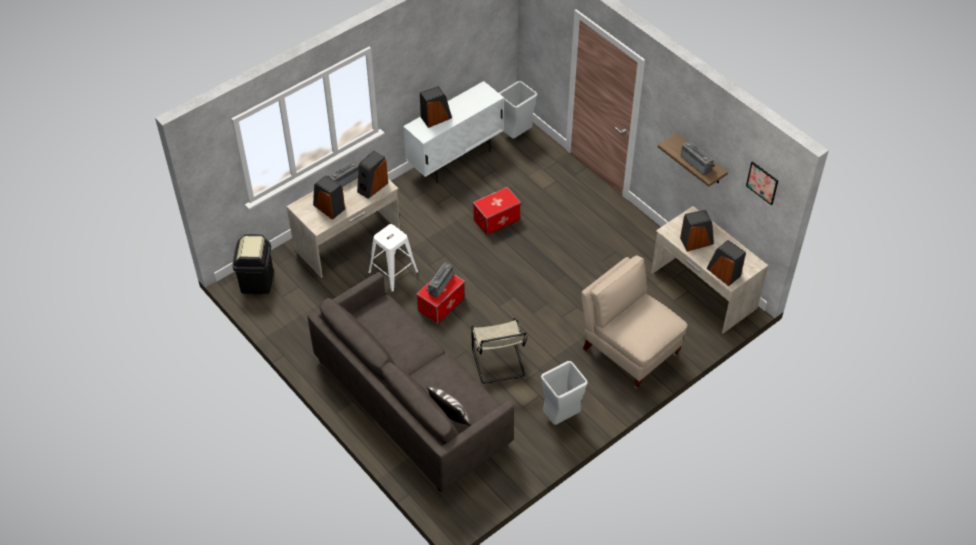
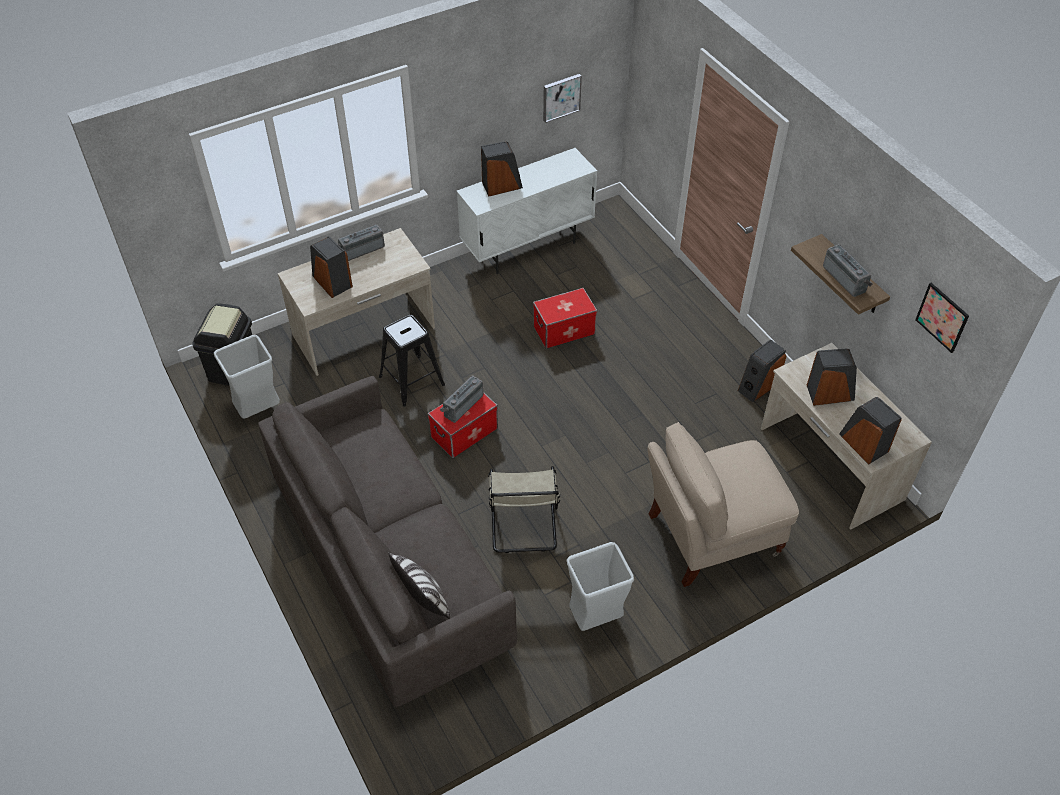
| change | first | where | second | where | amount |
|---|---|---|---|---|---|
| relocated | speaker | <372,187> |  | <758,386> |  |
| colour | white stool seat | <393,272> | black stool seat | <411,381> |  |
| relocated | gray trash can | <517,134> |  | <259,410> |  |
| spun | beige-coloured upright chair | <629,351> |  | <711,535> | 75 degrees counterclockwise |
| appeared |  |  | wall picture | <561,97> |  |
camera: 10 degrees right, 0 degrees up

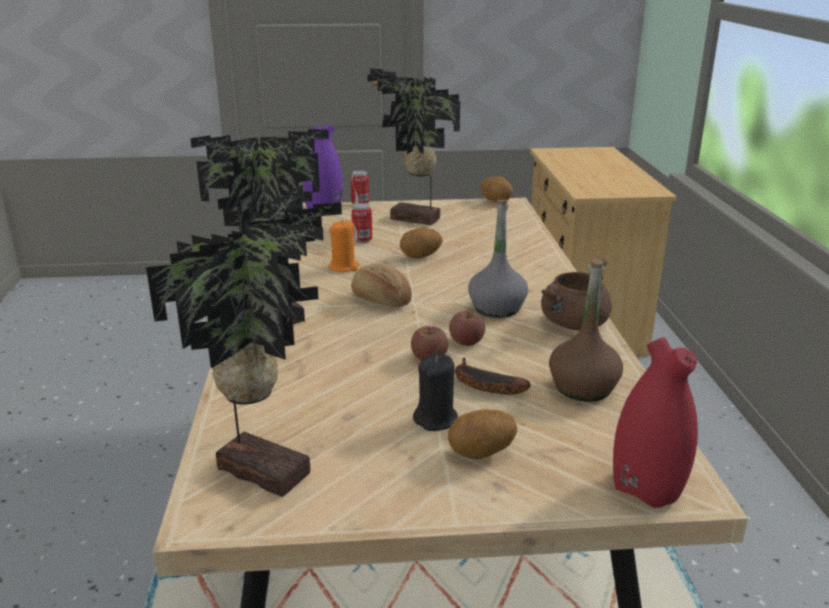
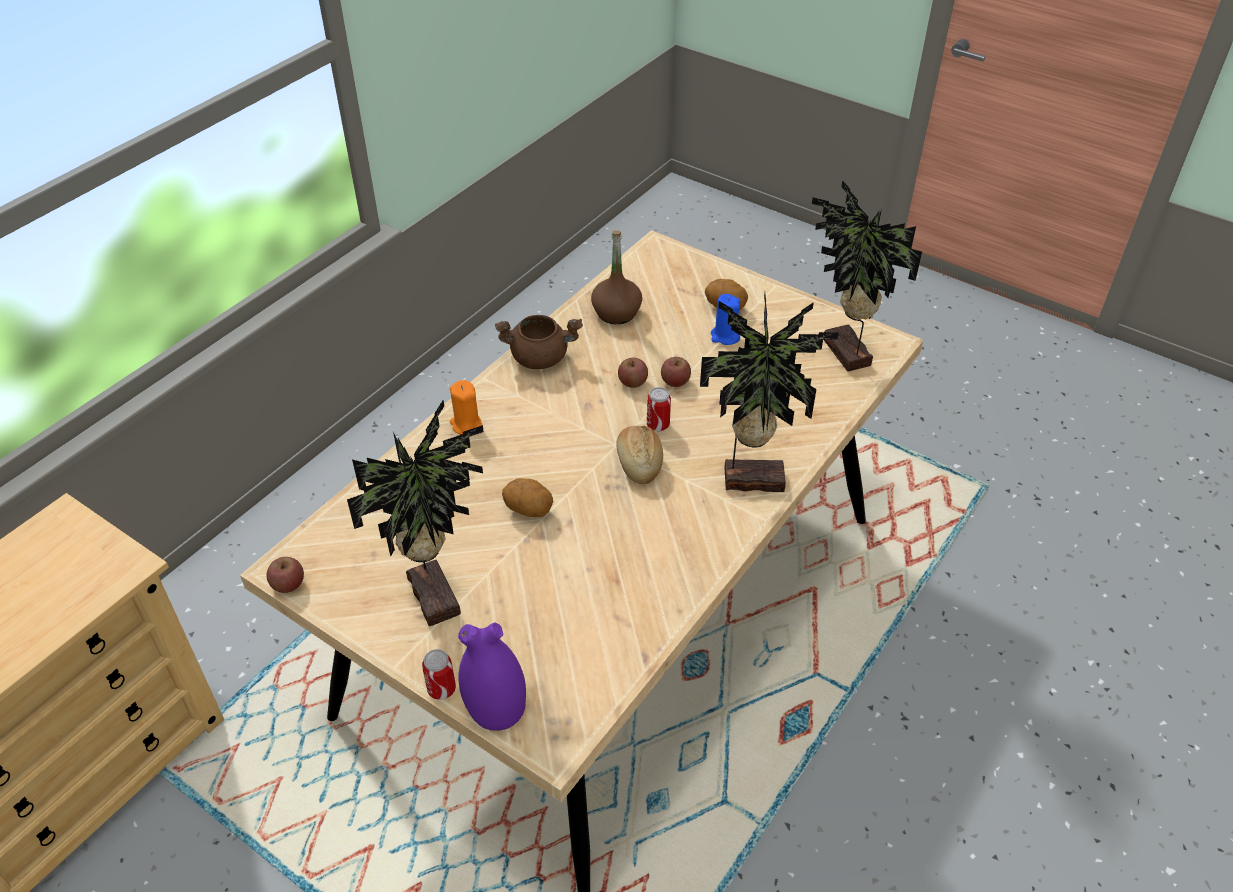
| change | first | where | second | where | amount |
|---|---|---|---|---|---|
| relocated | orangey wax light | <344,267> |  | <466,424> |  |
| relocated | metal can | <362,240> |  | <658,425> |  |
| colour | black wax light | <436,419> | blue-coloured wax light | <725,336> |  |
| missing | whole banana | <482,385> |  |  |  |
| missing | gray drink bottle | <496,308> |  |  |  |
| exchanged | potato | <496,201> | apple | <288,584> |  |
| missing | red-coloured decorative vase | <647,489> |  |  |  |
camera: 140 degrees left, 20 degrees up

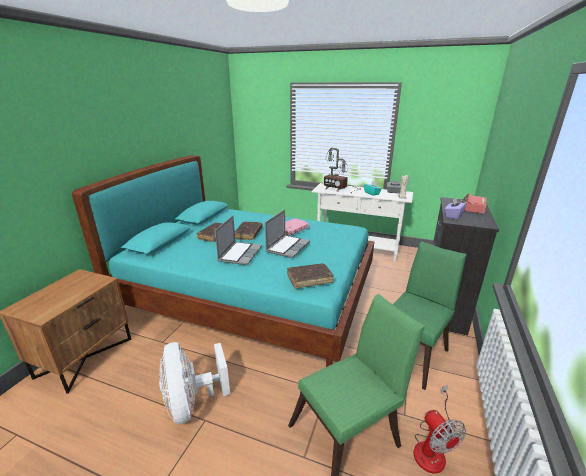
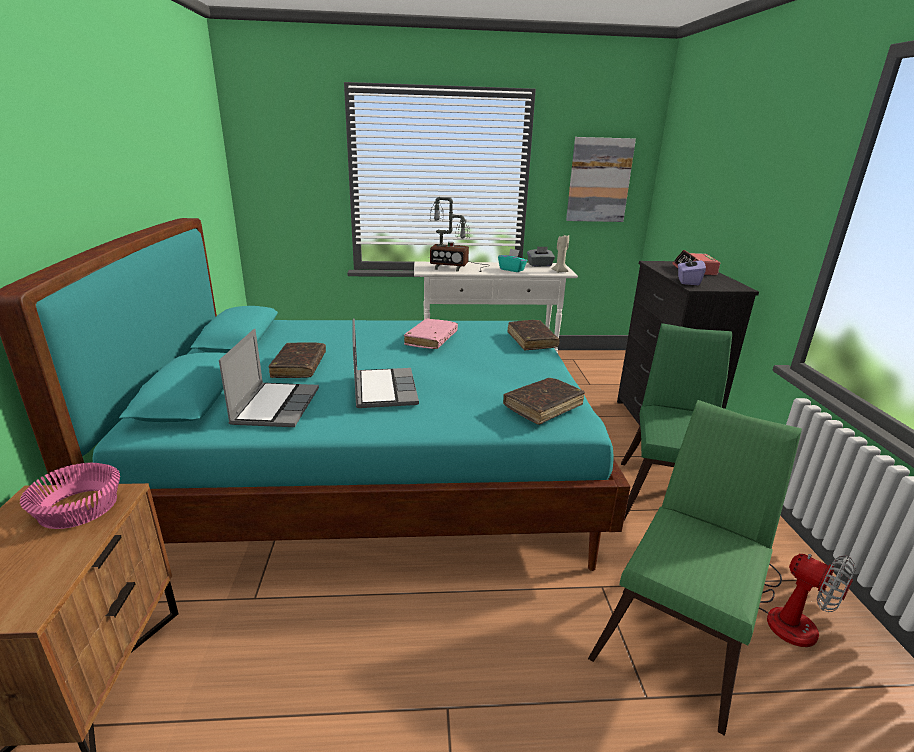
| change | first | where | second | where | amount |
|---|---|---|---|---|---|
| missing | white fan | <192,402> |  |  |  |
| relocated | brownish bound book | <248,234> |  | <531,340> |  |
| relocated | notebook computer | <287,247> |  | <275,406> |  |
| appeared |  |  | pink-coloured bowl | <77,508> |  |
| appeared |  |  | wall picture | <599,180> |  |
camera: 25 degrees left, 0 degrees up

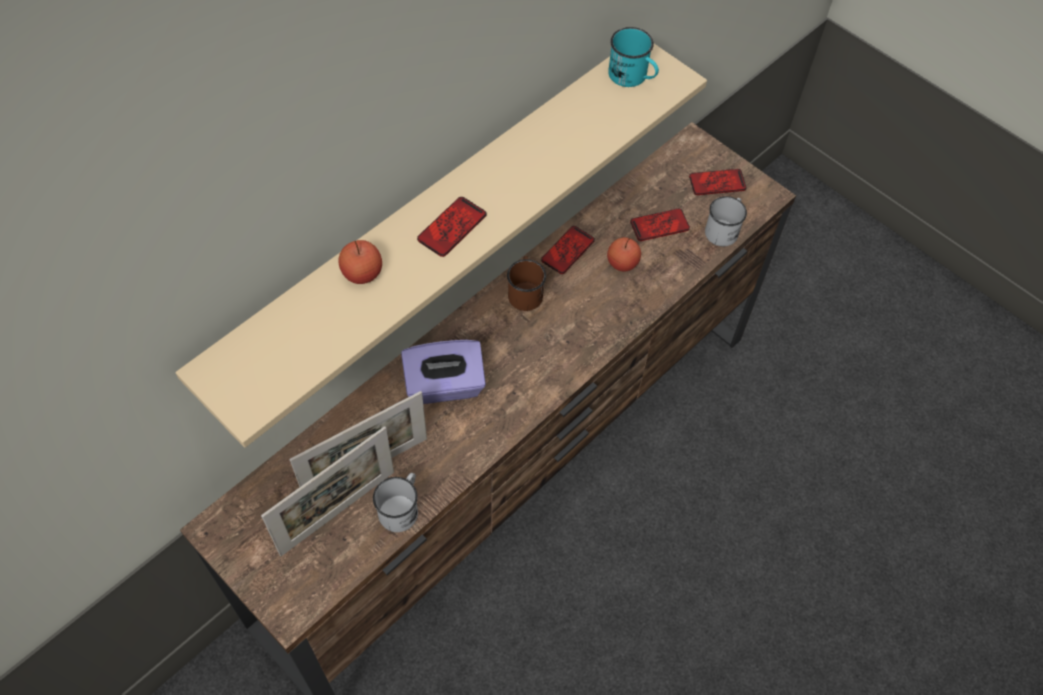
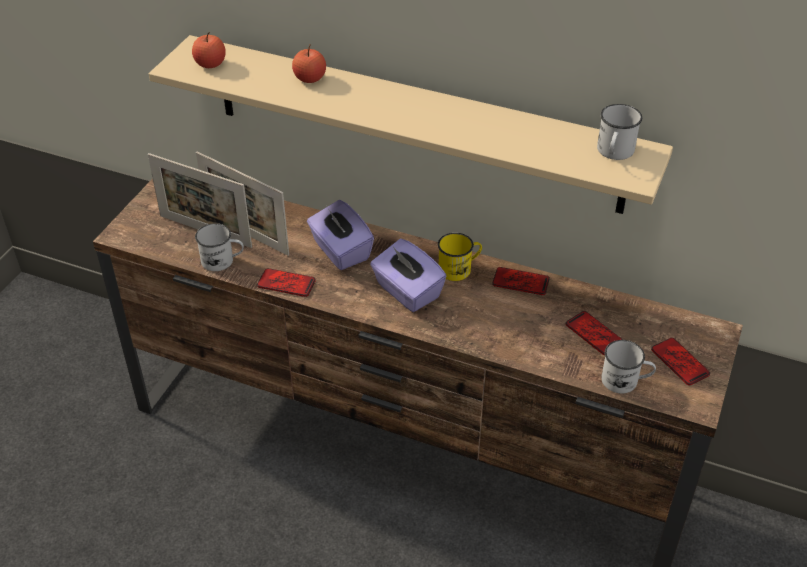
| change | first | where | second | where | amount |
|---|---|---|---|---|---|
| relocated | handset | <452,227> |  | <286,283> |  |
| colour | brownish coffee mug | <525,291> | yellowish coffee mug | <459,269> |  |
| relocated | apple | <622,263> |  | <210,64> |  |
| colour | turquoise coffee mug | <632,77> | white coffee mug | <614,153> |  |
| appeared |  |  | purple tissue holder | <407,291> |  |
camera: 70 degrees right, 15 degrees down

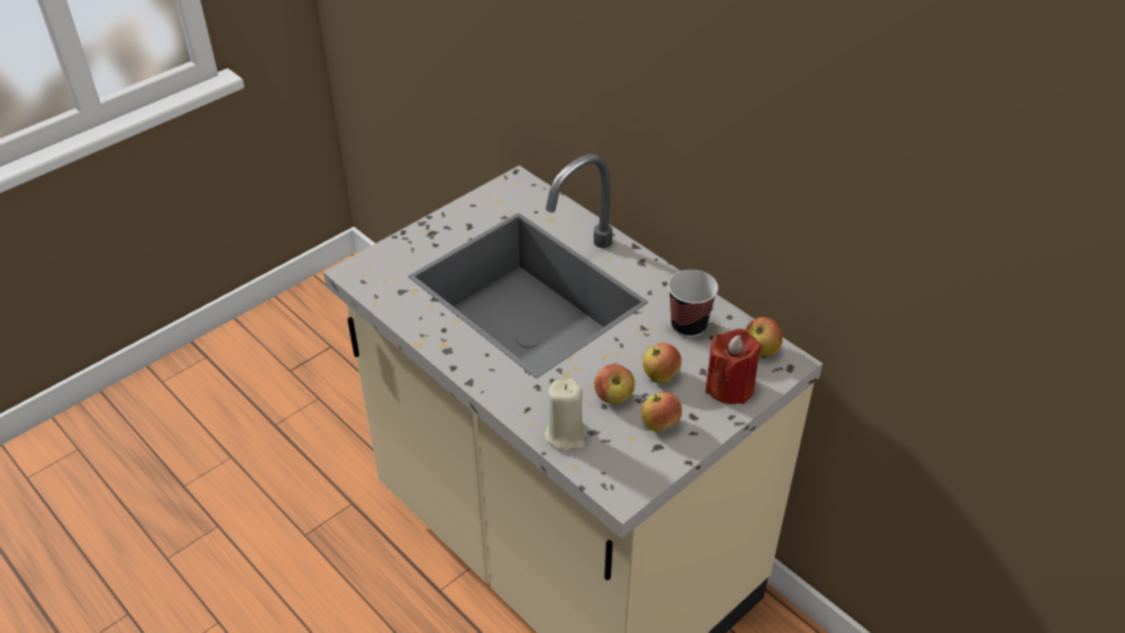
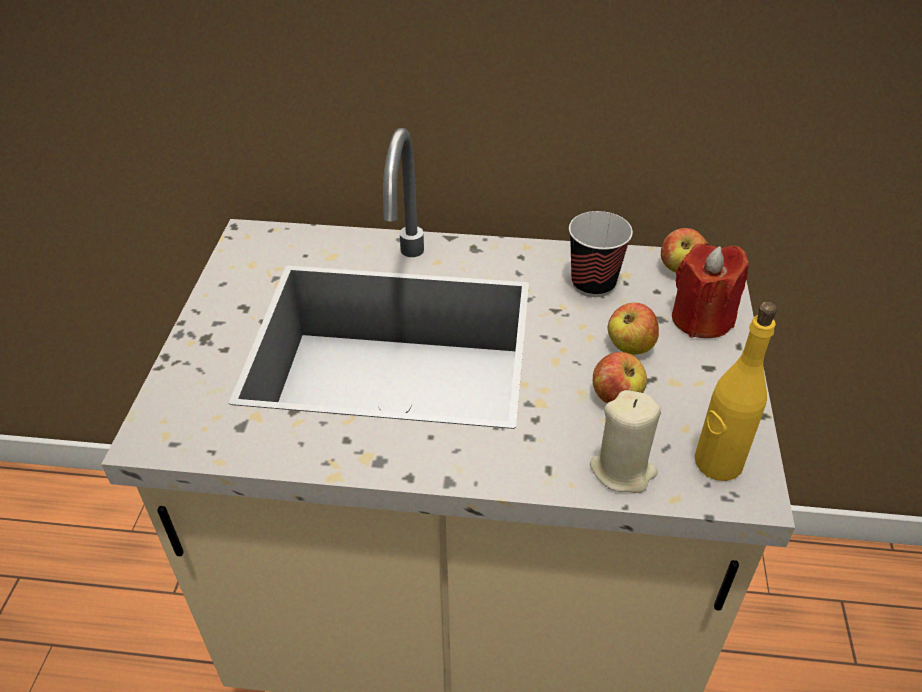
| change | first | where | second | where | amount |
|---|---|---|---|---|---|
| missing | apple | <660,424> |  |  |  |
| appeared |  |  | yellowish drink bottle | <717,463> |  |
camera: 40 degrees left, 0 degrees up

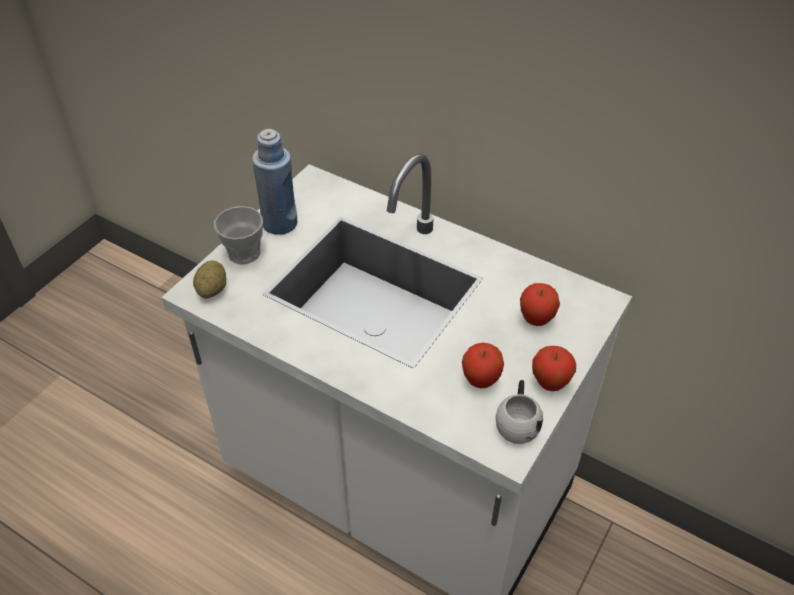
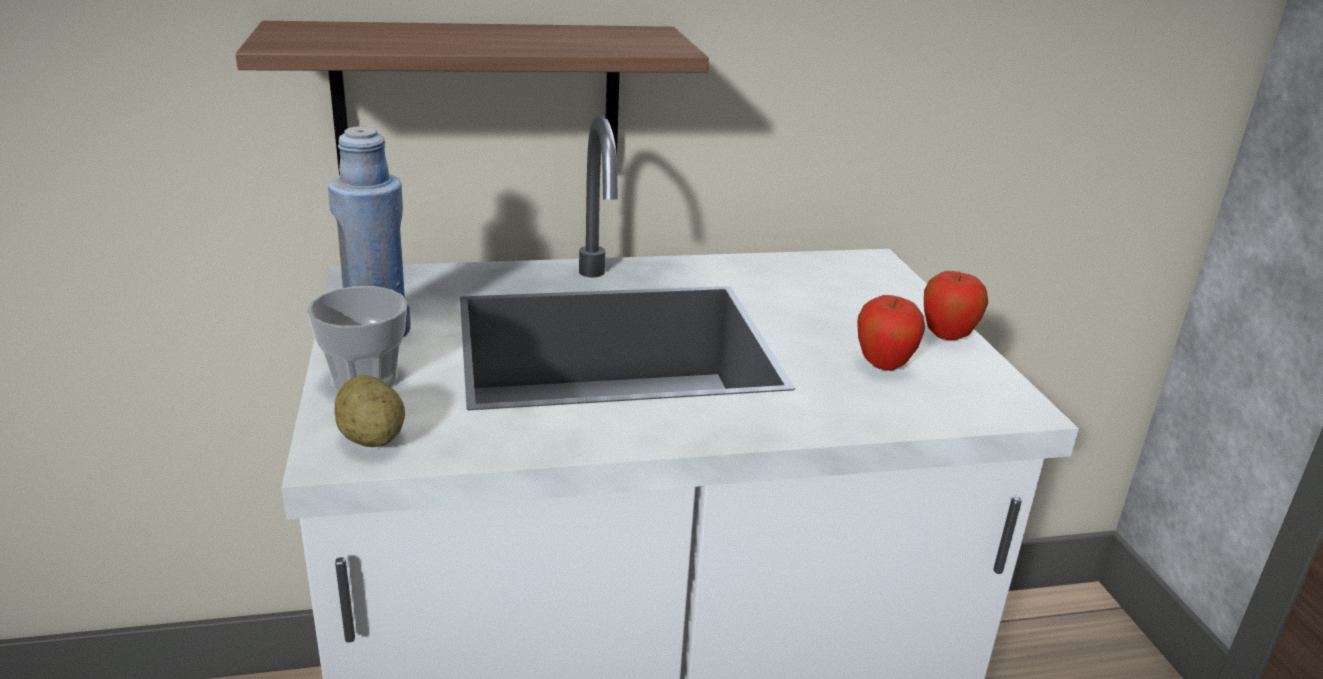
| change | first | where | second | where | amount |
|---|---|---|---|---|---|
| missing | white coffee mug | <517,422> |  |  |  |
| missing | apple | <536,320> |  |  |  |
| appeared |  |  | bracket shelf | <478,99> |  |
camera: 45 degrees left, 20 degrees down

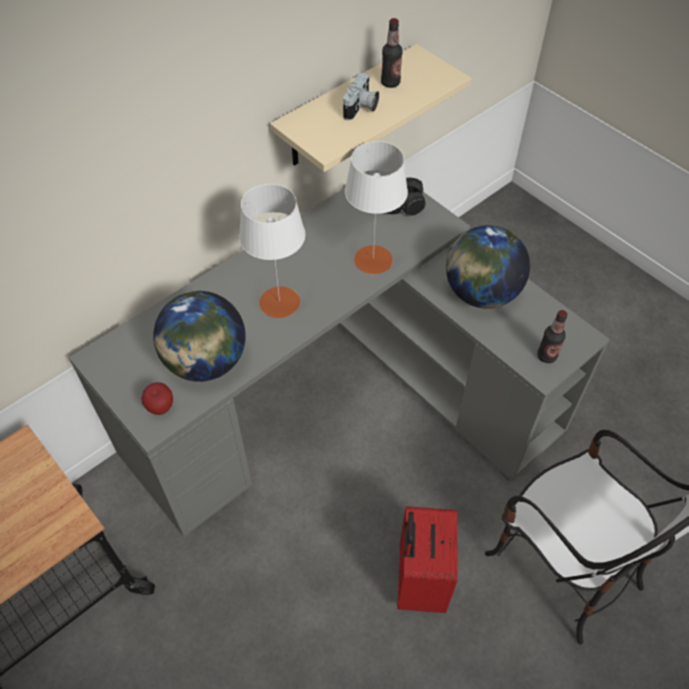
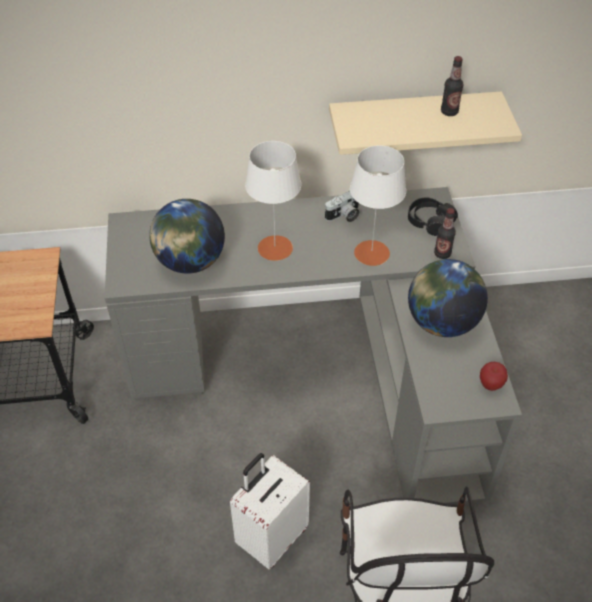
| change | first | where | second | where | amount |
|---|---|---|---|---|---|
| relocated | apple | <161,408> |  | <490,385> |  |
| relocated | still camera | <361,108> |  | <344,216> |  |
| colour | red-coloured suitcase | <418,581> | white suitcase | <271,537> |  |
| relocated | drink bottle | <546,356> |  | <442,254> |  |
camera: 35 degrees right, 5 degrees down

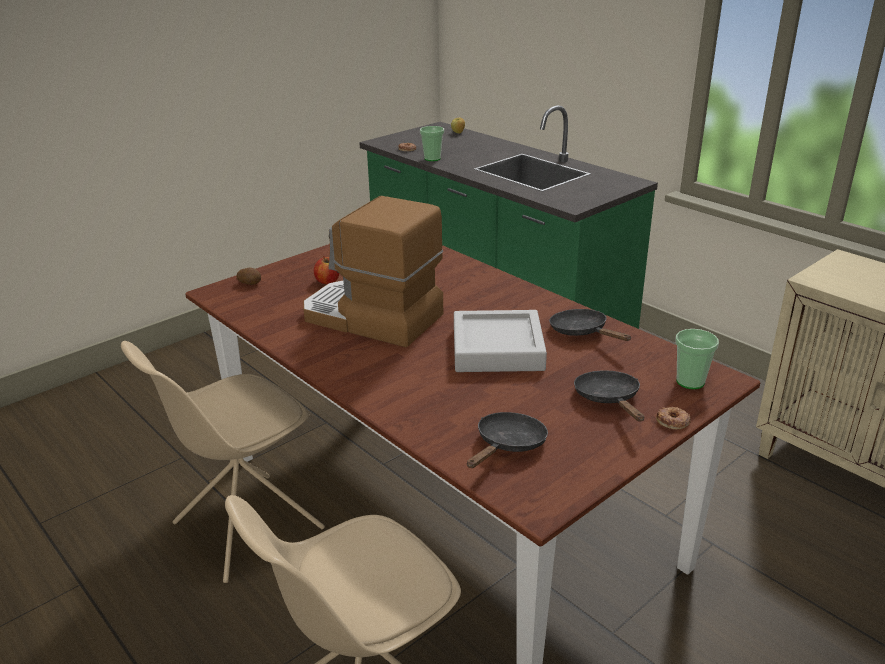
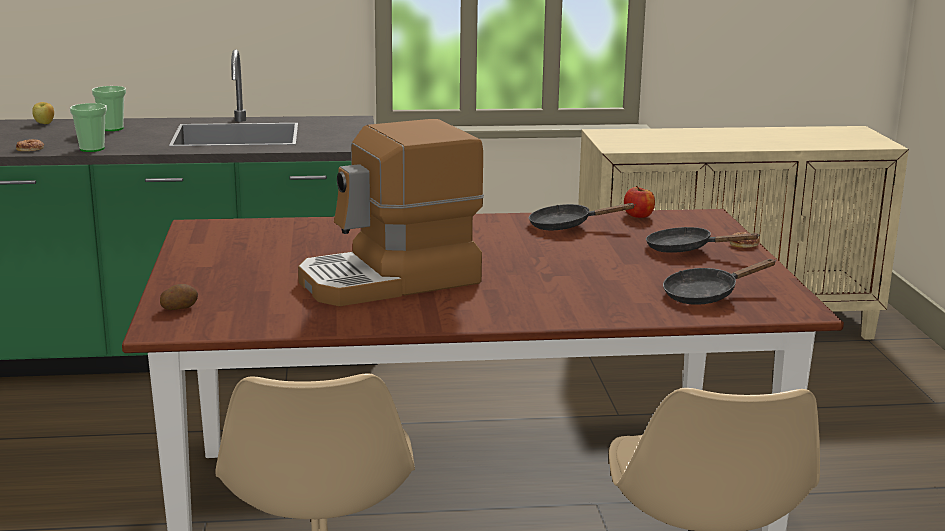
| change | first | where | second | where | amount |
|---|---|---|---|---|---|
| relocated | apple | <327,281> |  | <638,215> |  |
| missing | gray carrying tray | <497,349> |  |  |  |
| spun | black frying pan | <508,445> |  | <706,295> | 90 degrees counterclockwise |
| relocated | drinking cup | <690,381> |  | <112,128> |  |
camera: 55 degrees left, 10 degrees down

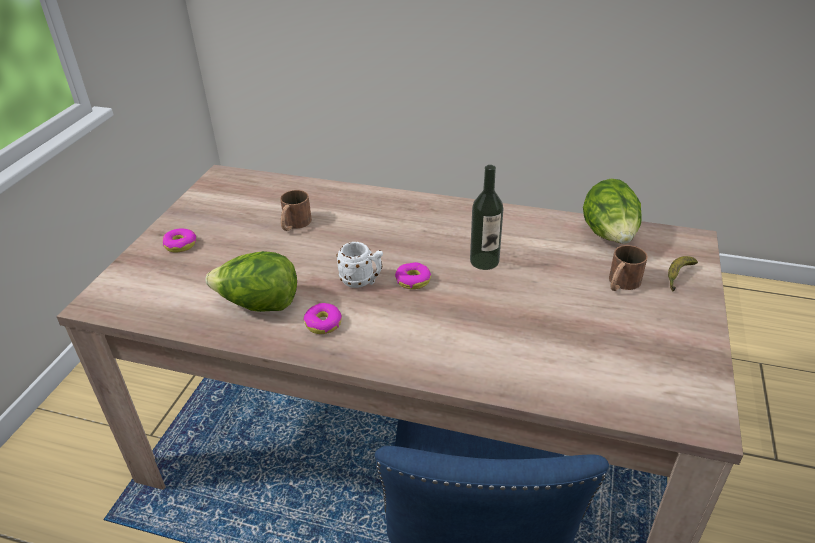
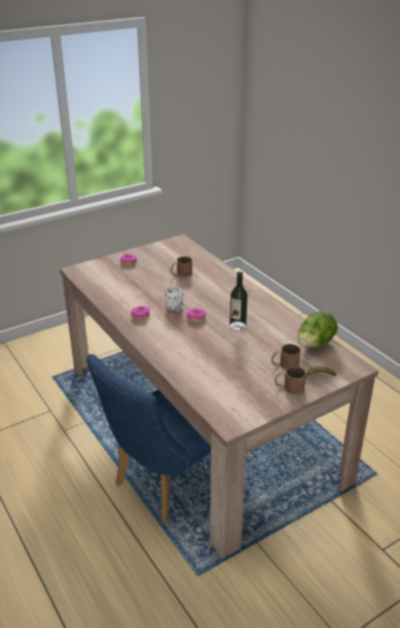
| change | first | where | second | where | amount |
|---|---|---|---|---|---|
| missing | lettuce head | <259,305> |  |  |  |
| appeared |  |  | brownish coffee mug | <289,387> |  |
camera: 40 degrees right, 5 degrees down

